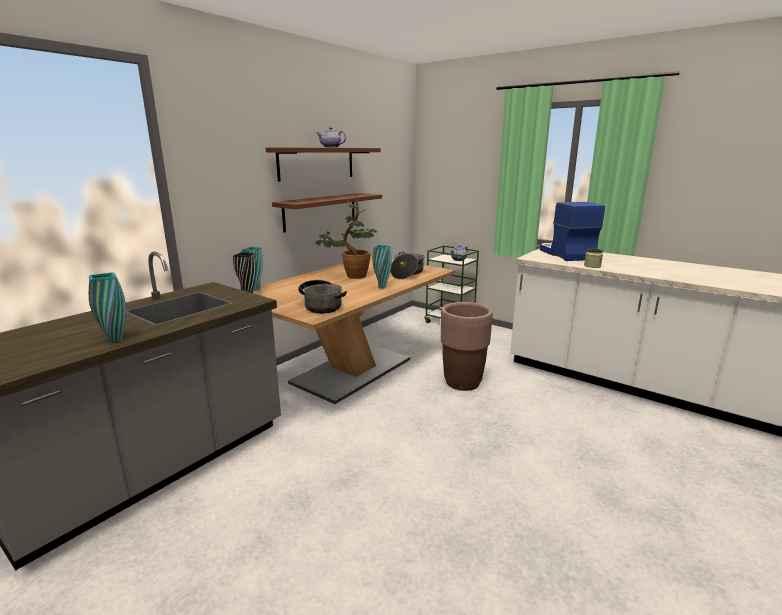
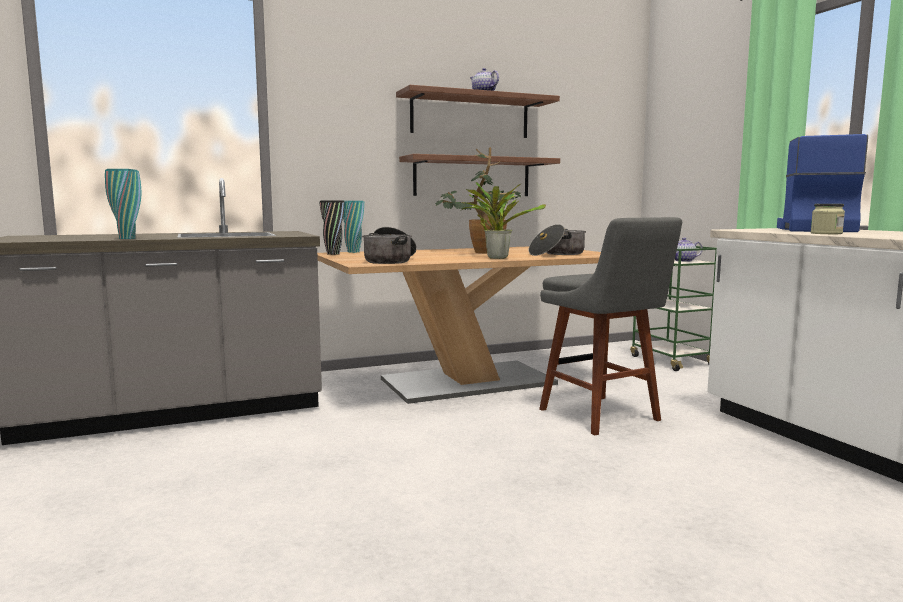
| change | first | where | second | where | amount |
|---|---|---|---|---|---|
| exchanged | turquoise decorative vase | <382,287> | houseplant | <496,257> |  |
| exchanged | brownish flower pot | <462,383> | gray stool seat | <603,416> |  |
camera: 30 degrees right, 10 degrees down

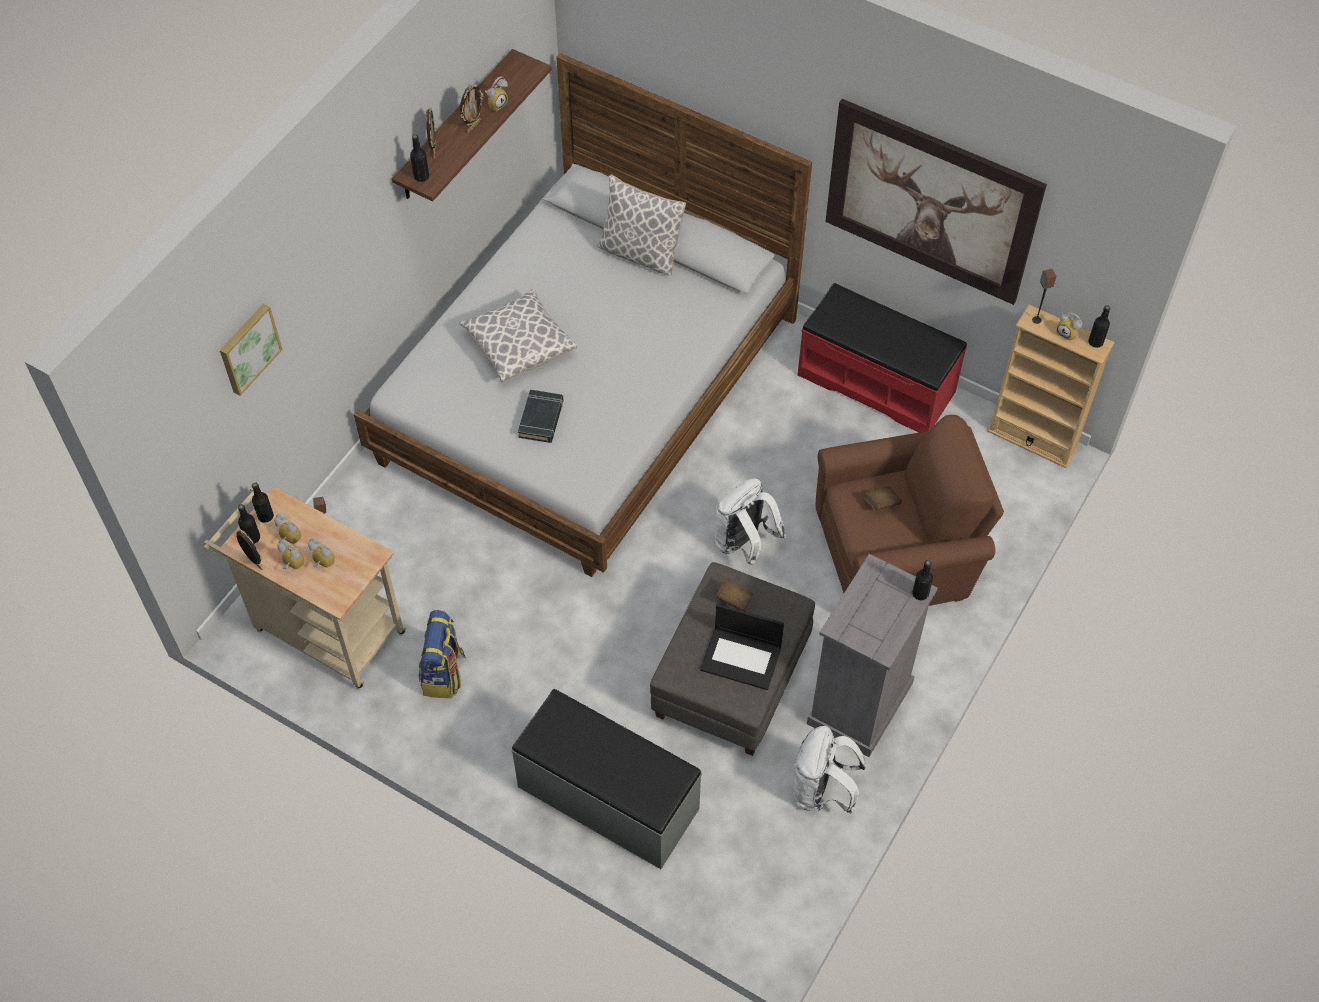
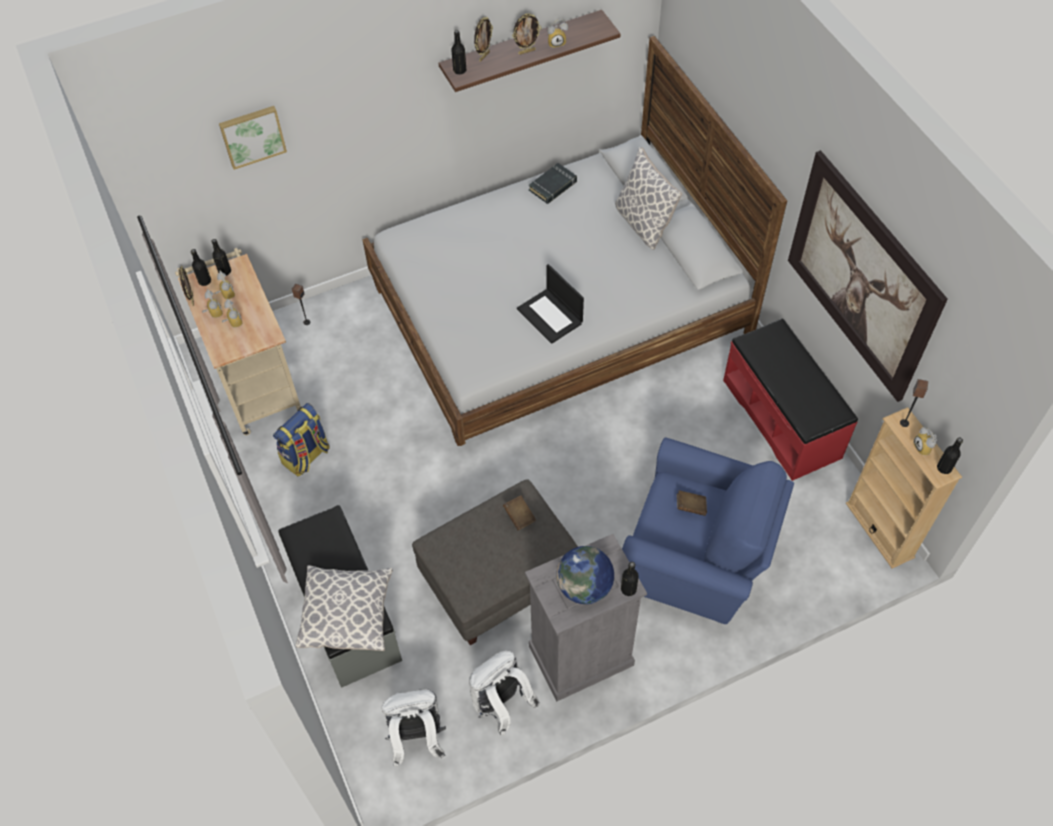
| change | first | where | second | where | amount |
|---|---|---|---|---|---|
| relocated | throw pillow | <519,346> |  | <347,614> |  |
| relocated | black bound book | <541,419> |  | <553,186> |  |
| relocated | notebook computer | <742,658> |  | <550,316> |  |
| relocated | white rucksack | <744,544> |  | <417,738> |  |
| colour | brownish lounge chair | <898,557> | blue-coloured lounge chair | <697,560> |  |
| appeared |  |  | world globe | <584,587> |  |
camera: 35 degrees right, 0 degrees up

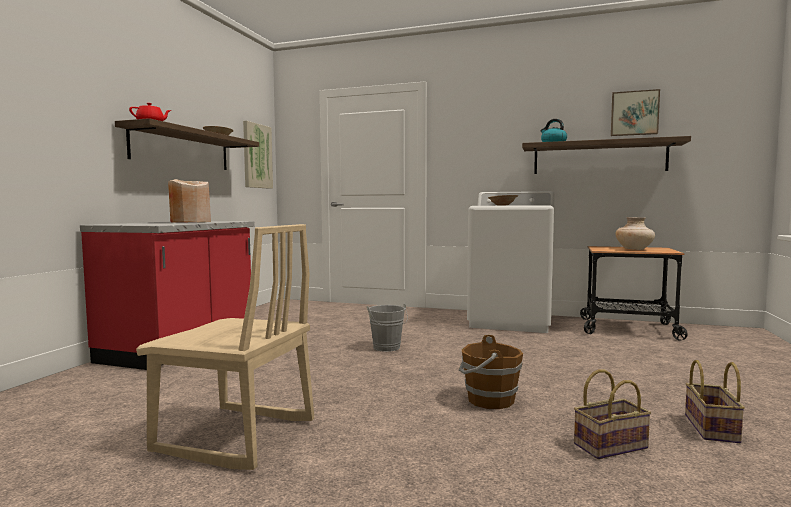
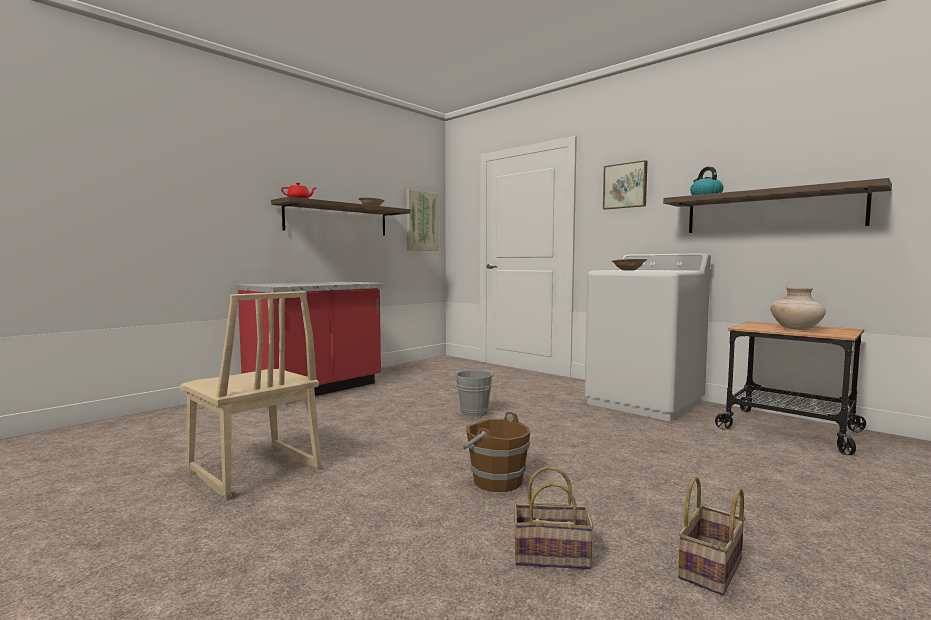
| change | first | where | second | where | amount |
|---|---|---|---|---|---|
| missing | beige-coloured decorative vase | <190,222> |  |  |  |
| relocated | wall picture | <634,113> |  | <625,186> |  |
camera: 25 degrees right, 0 degrees up

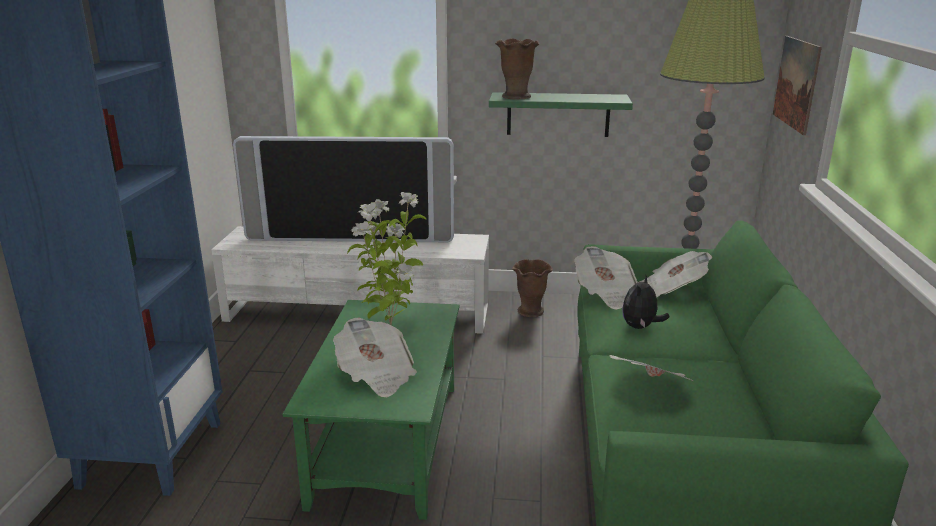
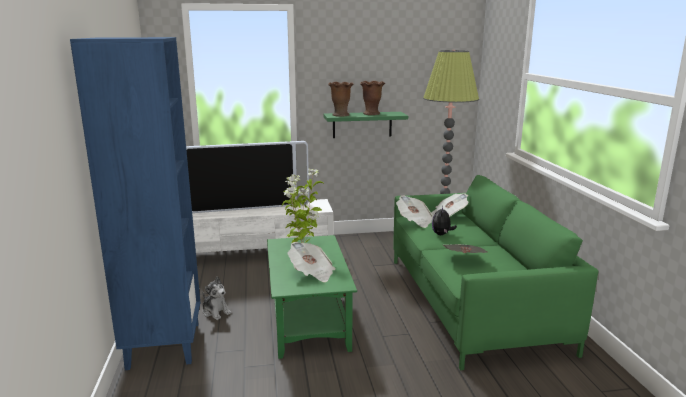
| change | first | where | second | where | amount |
|---|---|---|---|---|---|
| relocated | brownish decorative vase | <530,311> |  | <371,114> |  |
| missing | wall picture | <796,83> |  |  |  |
| appeared |  |  | plush toy | <216,312> |  |
camera: 15 degrees left, 5 degrees down

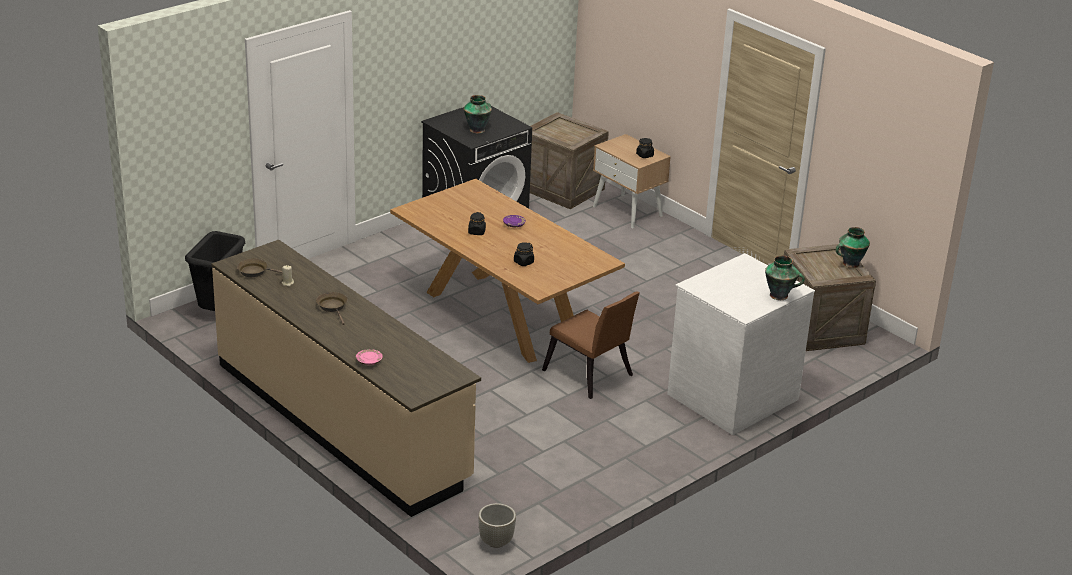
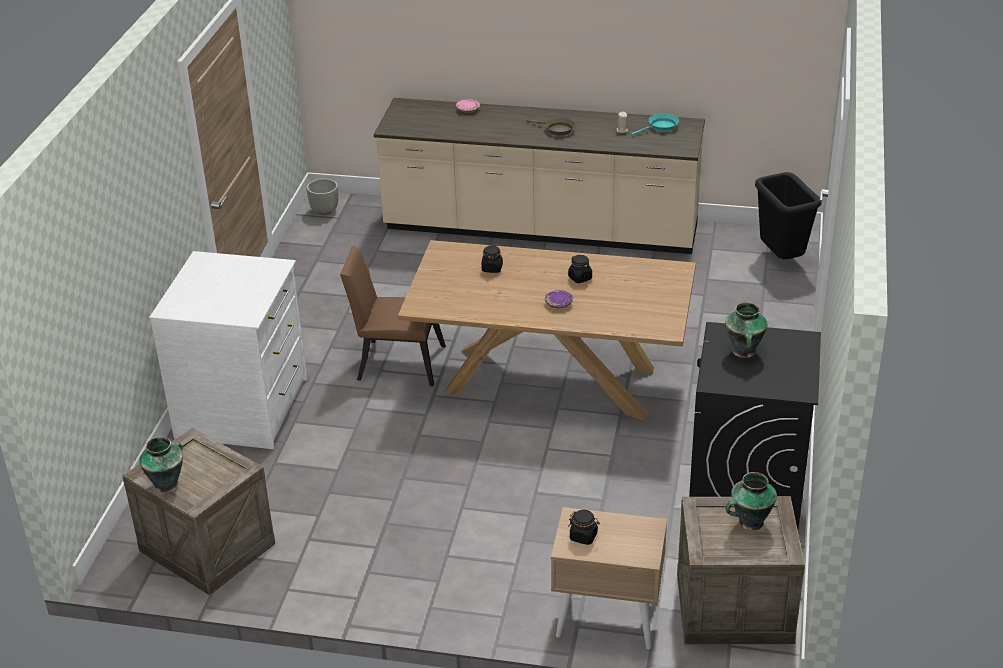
| change | first | where | second | where | amount |
|---|---|---|---|---|---|
| colour | brownish frying pan | <255,272> | turquoise frying pan | <661,127> |  |
| relocated | decorative vase | <780,296> |  | <749,522> |  |
camera: 145 degrees right, 5 degrees up

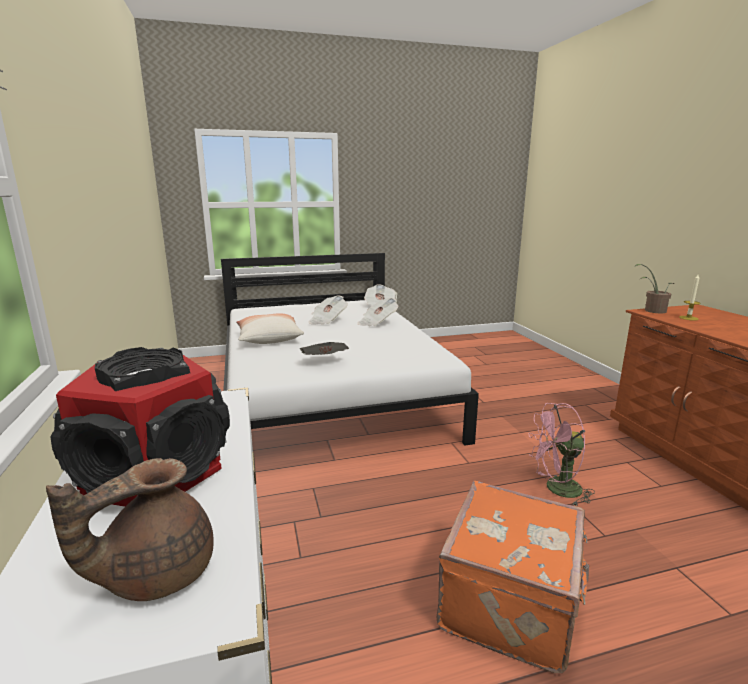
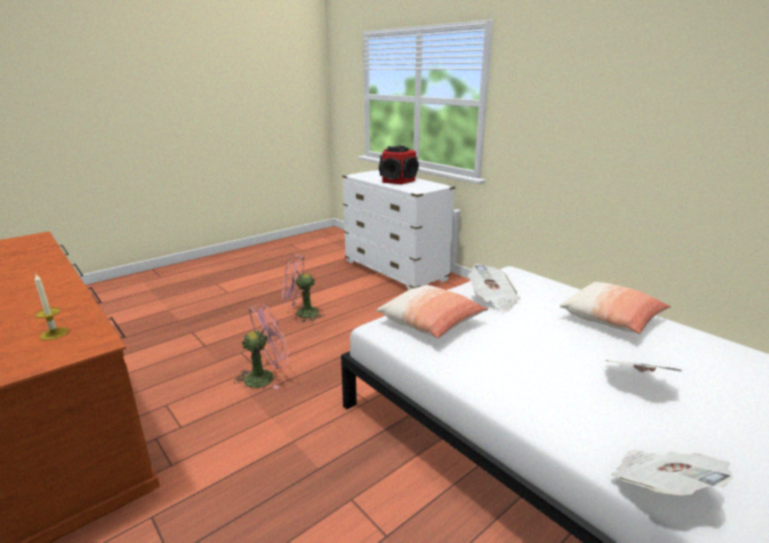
| change | first | where | second | where | amount |
|---|---|---|---|---|---|
| missing | brownish tea pot | <155,573> |  |  |  |
| missing | newspaper | <377,323> |  |  |  |
| exchanged | orangey suitcase | <512,603> | pink-coloured fan | <301,313> |  |
| missing | houseplant | <652,310> |  |  |  |
| appeared |  |  | throw pillow | <431,323> |  |
camera: 155 degrees right, 5 degrees up

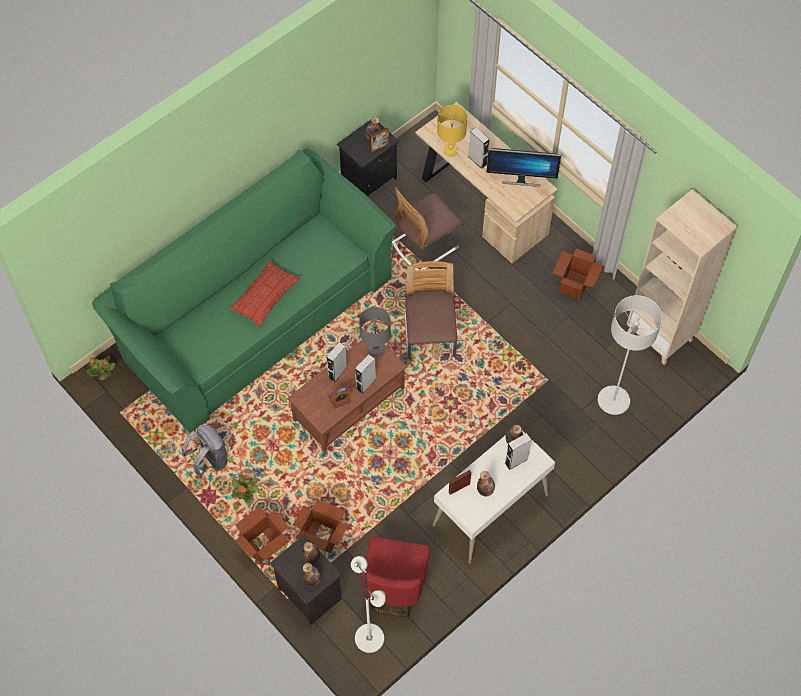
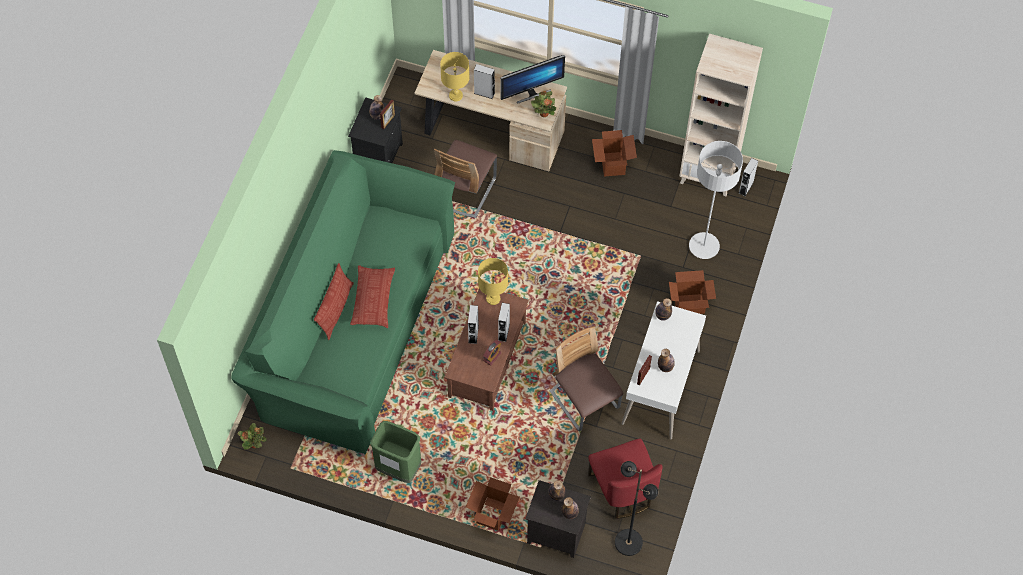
| change | first | where | second | where | amount |
|---|---|---|---|---|---|
| exchanged | gray rucksack | <209,461> | green trash can | <398,469> |  |
| relocated | houseplant | <246,495> |  | <544,113> |  |
| relocated | packing box | <322,537> |  | <689,304> |  |
| colour | white standard lamp | <370,637> | black standard lamp | <628,542> |  |
| colour | gray table lamp | <375,349> | yellowish table lamp | <492,298> |  |
| relocated | upright chair | <429,336> |  | <584,400> |  |
| relocated | gray speaker | <516,461> |  | <746,187> |  |
| appeared |  |  | throw pillow | <336,310> |  |
camera: 30 degrees left, 0 degrees up

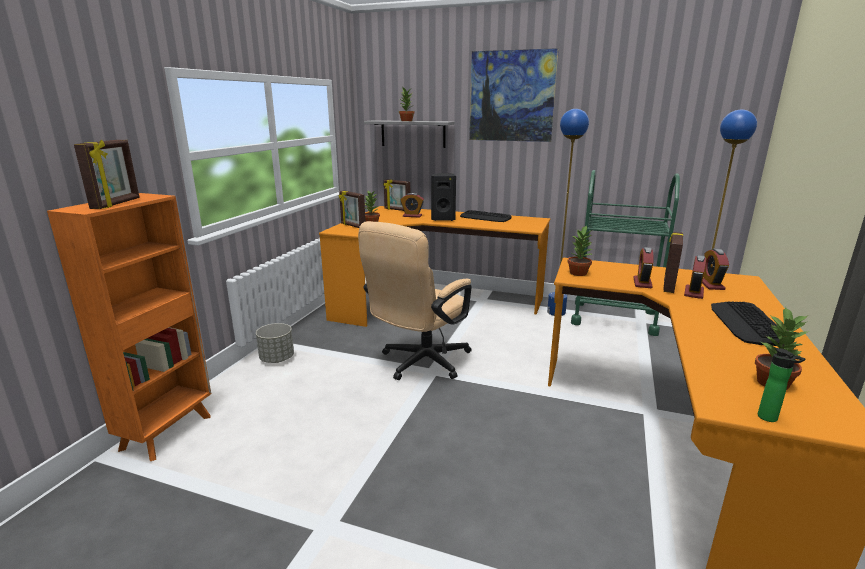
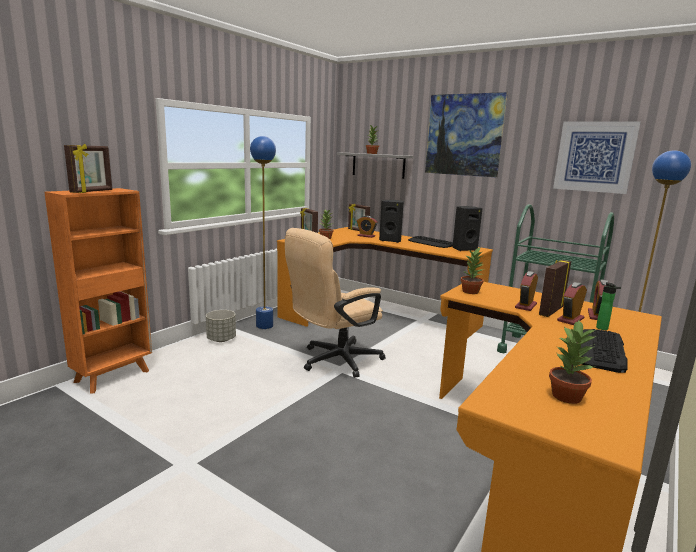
| change | first | where | second | where | amount |
|---|---|---|---|---|---|
| relocated | blue-coloured standard lamp | <556,312> |  | <264,326> |  |
| relocated | drink bottle | <770,418> |  | <603,329> |  |
| appeared |  |  | black speaker | <464,249> |  |
| appeared |  |  | wall picture | <594,157> |  |
camera: 15 degrees right, 5 degrees down

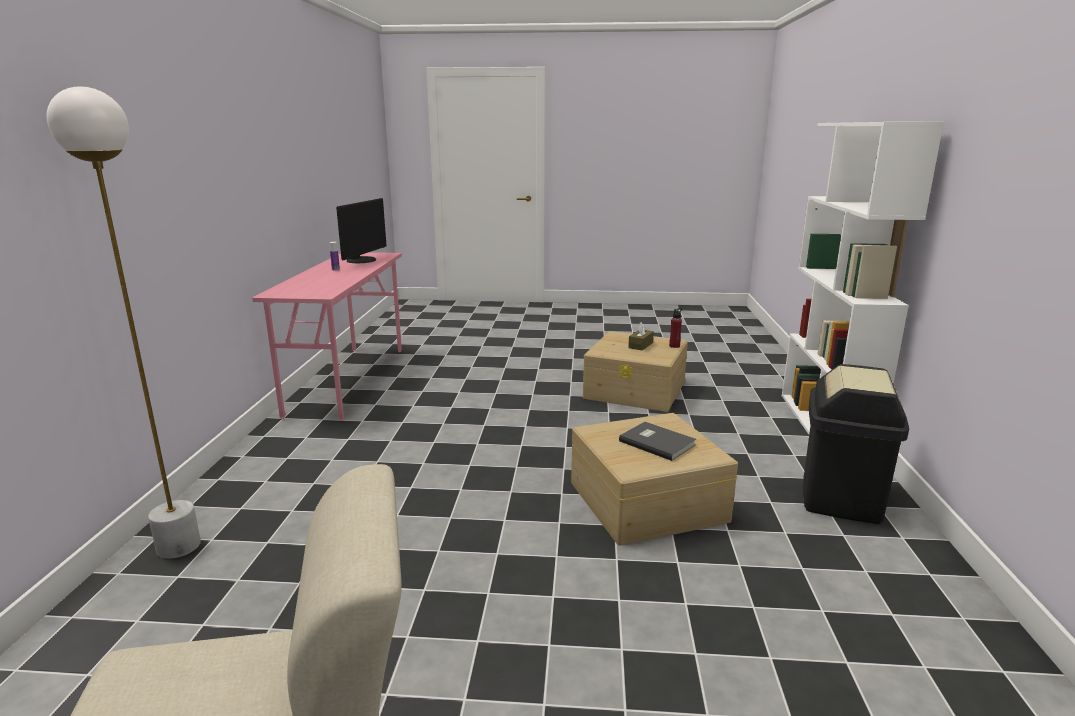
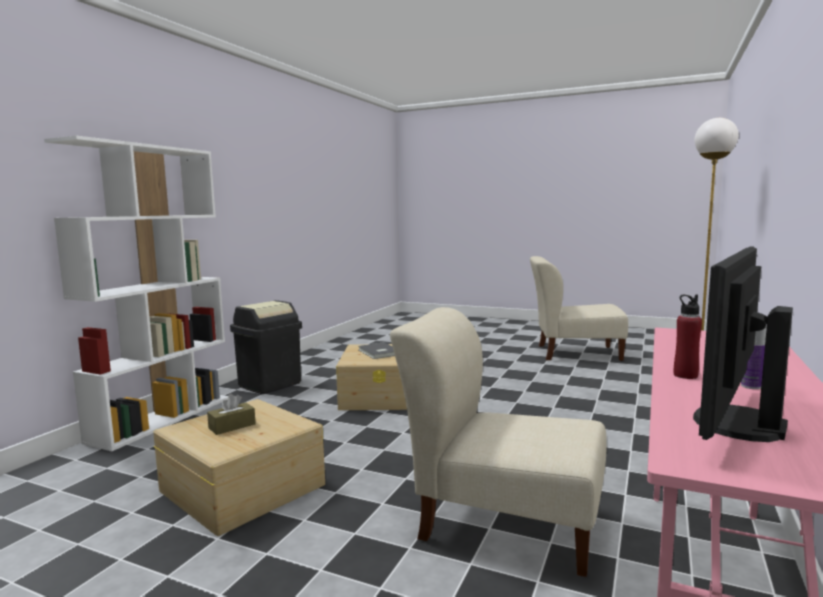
| change | first | where | second | where | amount |
|---|---|---|---|---|---|
| relocated | red-coloured drink bottle | <674,346> |  | <685,375> |  |
| appeared |  |  | beige-coloured upright chair | <502,521> |  |
camera: 160 degrees left, 10 degrees down

